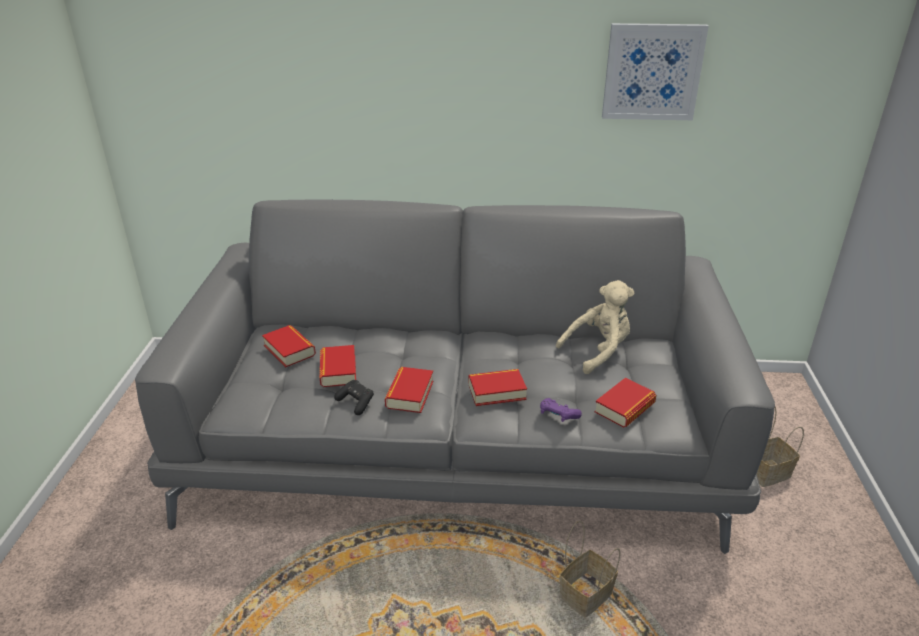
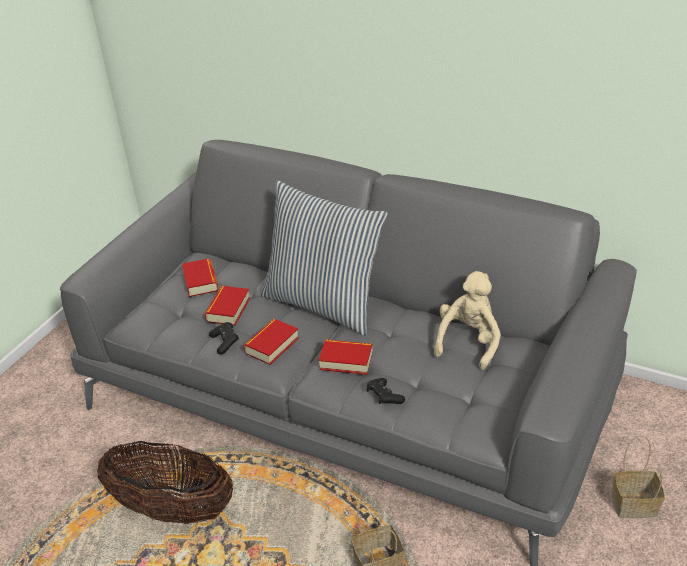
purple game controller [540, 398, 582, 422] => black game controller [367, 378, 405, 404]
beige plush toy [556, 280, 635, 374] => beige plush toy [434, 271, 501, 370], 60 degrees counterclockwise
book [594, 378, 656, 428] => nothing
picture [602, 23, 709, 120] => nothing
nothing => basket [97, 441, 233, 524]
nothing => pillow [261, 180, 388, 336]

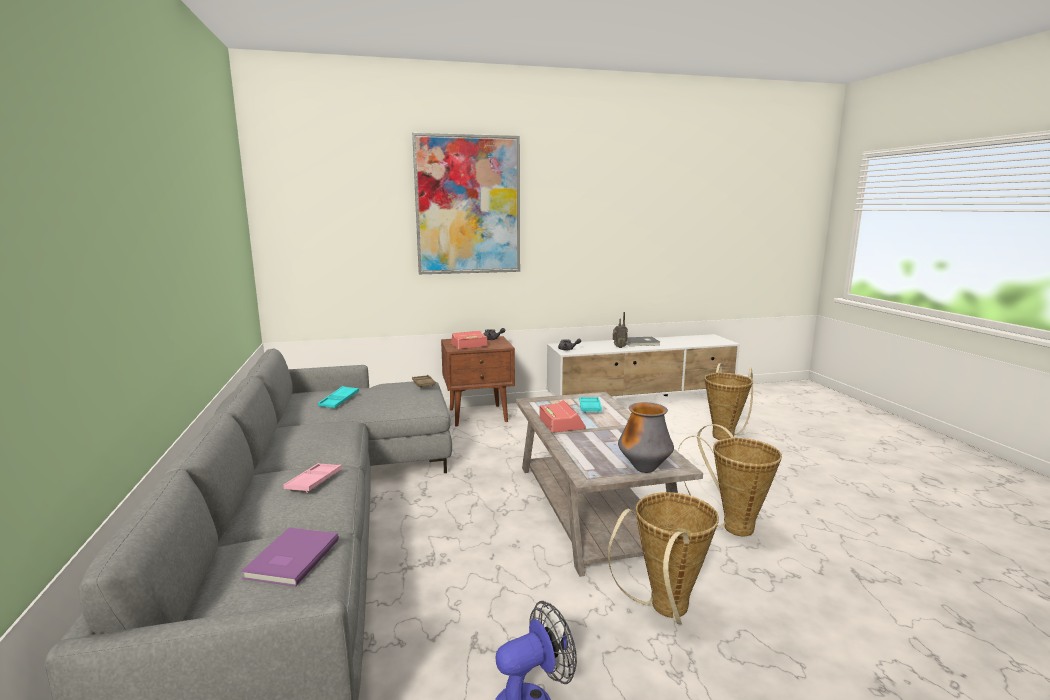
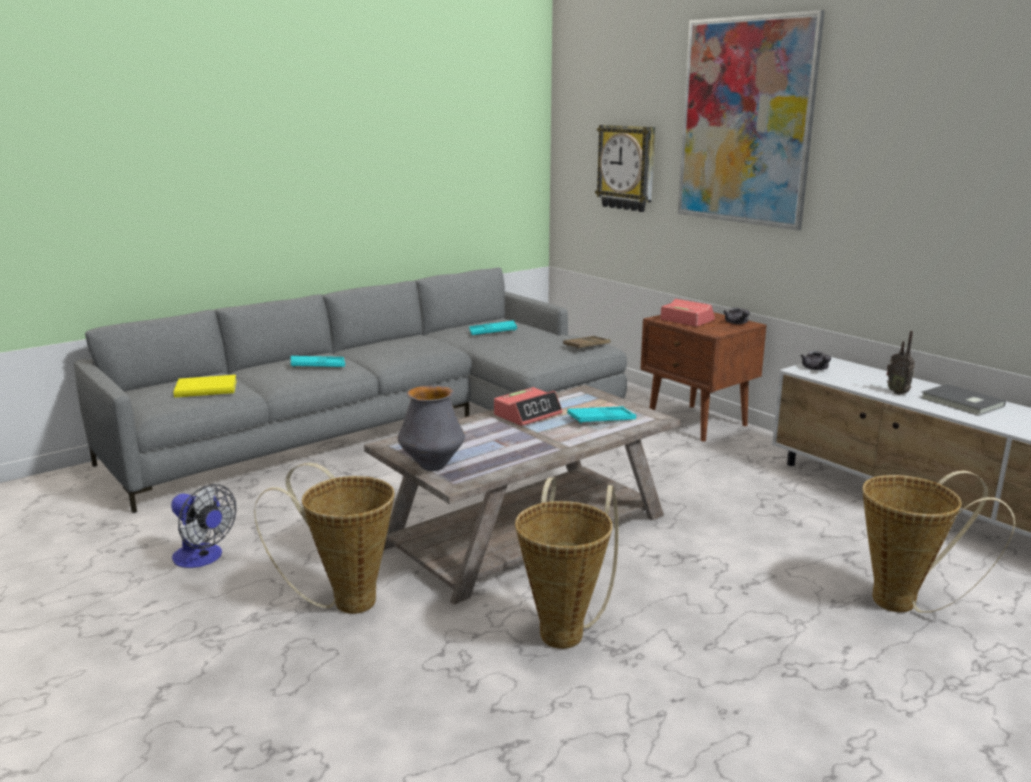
purple book [241, 527, 339, 587] => yellow book [173, 375, 237, 397]
pink tray [283, 463, 342, 493] => turquoise tray [291, 356, 345, 368]
nothing => wall clock [595, 125, 655, 212]

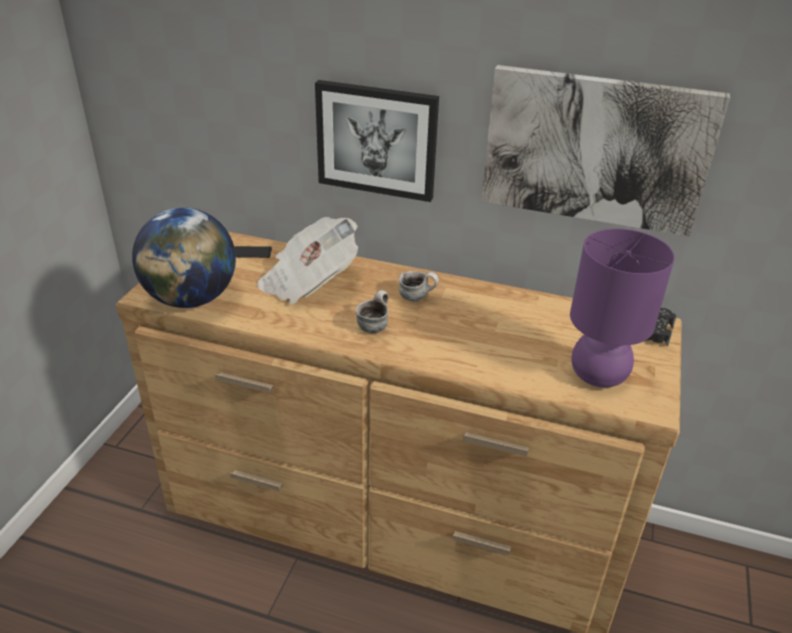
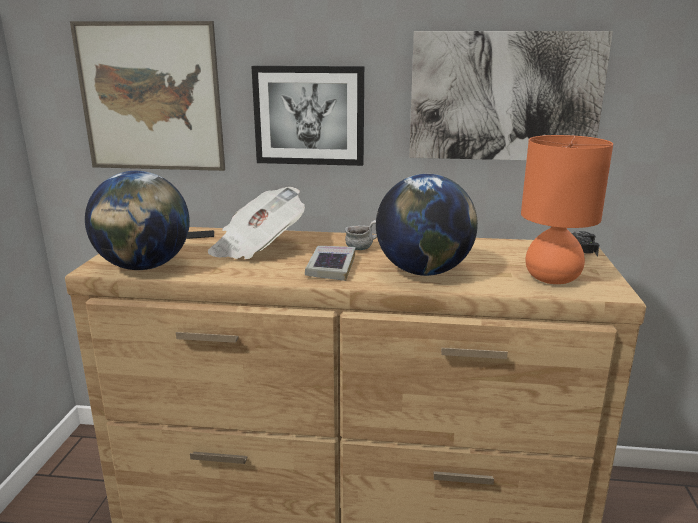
mug [355, 290, 388, 333] => book [305, 246, 356, 281]
purple table lamp [570, 228, 675, 388] => orange table lamp [521, 135, 613, 284]
nothing => picture [70, 21, 225, 171]
nothing => globe [376, 174, 478, 276]

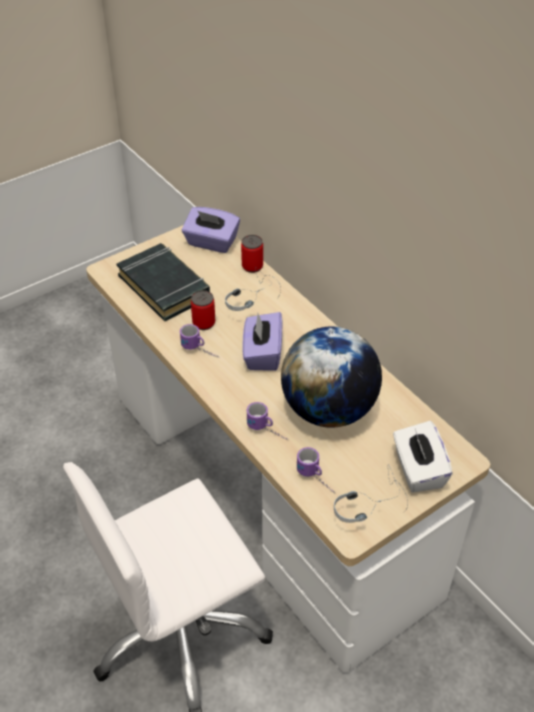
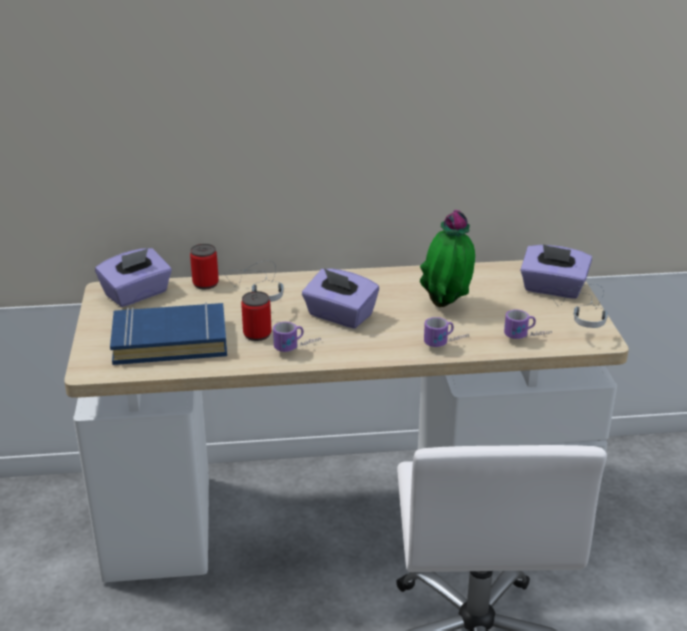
black book [117, 243, 210, 321] => blue book [110, 302, 227, 365]
globe [281, 327, 382, 428] => potted plant [420, 210, 475, 307]
white tissue box [393, 421, 453, 492] => purple tissue box [520, 244, 592, 299]

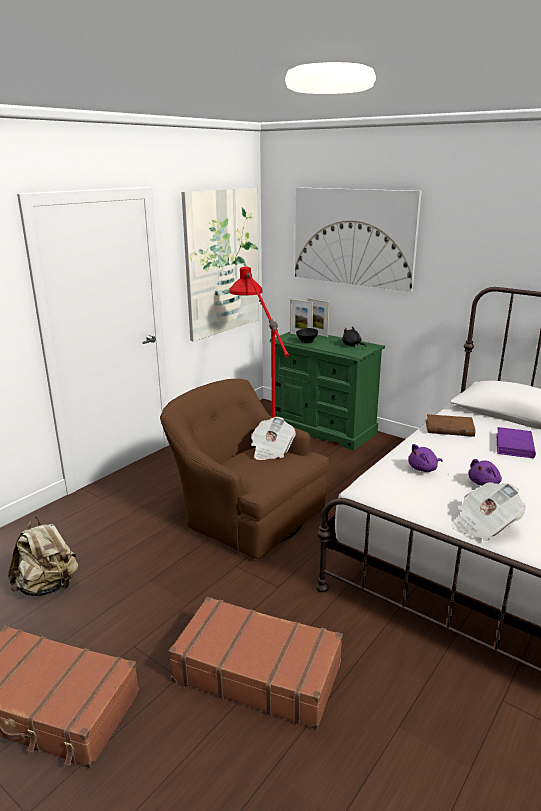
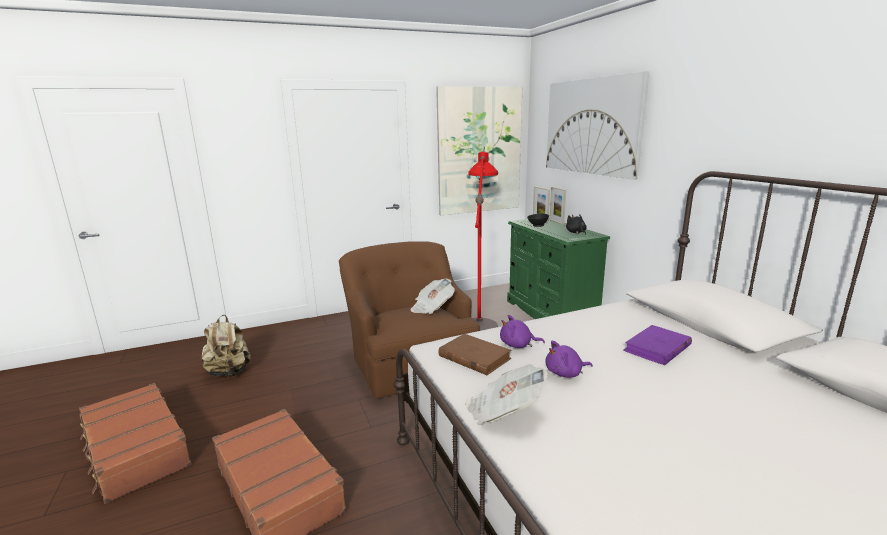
brown book [425, 414, 476, 437] => brown book [438, 334, 511, 375], moved

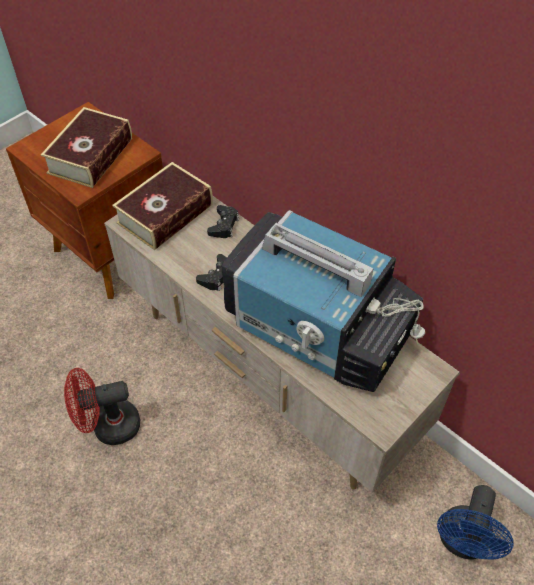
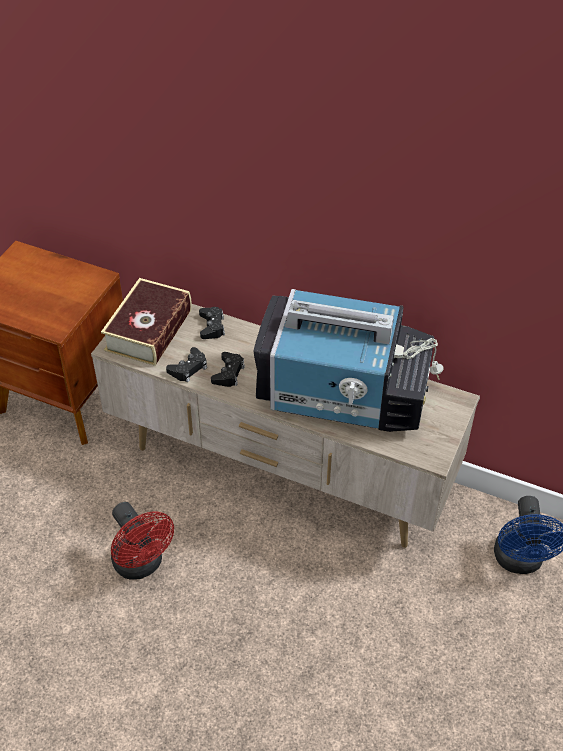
book [41, 107, 132, 188] => nothing
red fan [64, 368, 140, 445] => red fan [111, 502, 174, 580], 90 degrees counterclockwise
nothing => black game controller [166, 347, 207, 382]

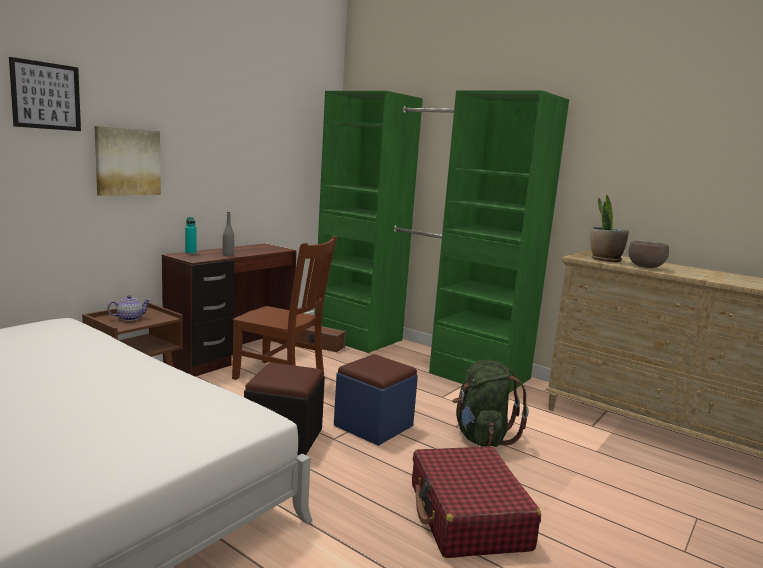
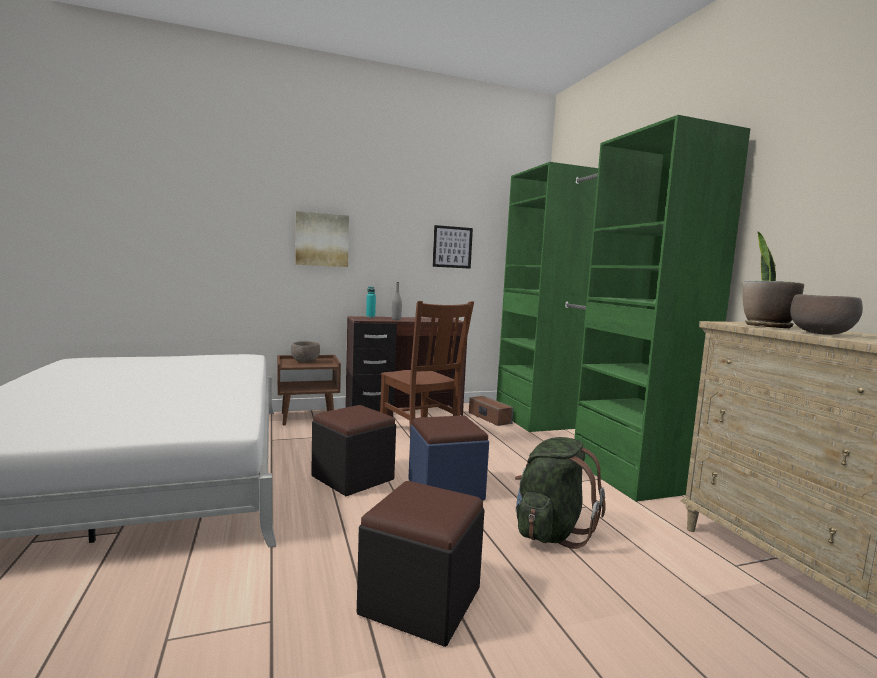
picture [9, 57, 81, 131] => picture [432, 225, 473, 269], moved
teapot [107, 295, 151, 321] => brown bowl [291, 341, 320, 363]
red suitcase [412, 446, 541, 558] => black ottoman [357, 481, 485, 647]

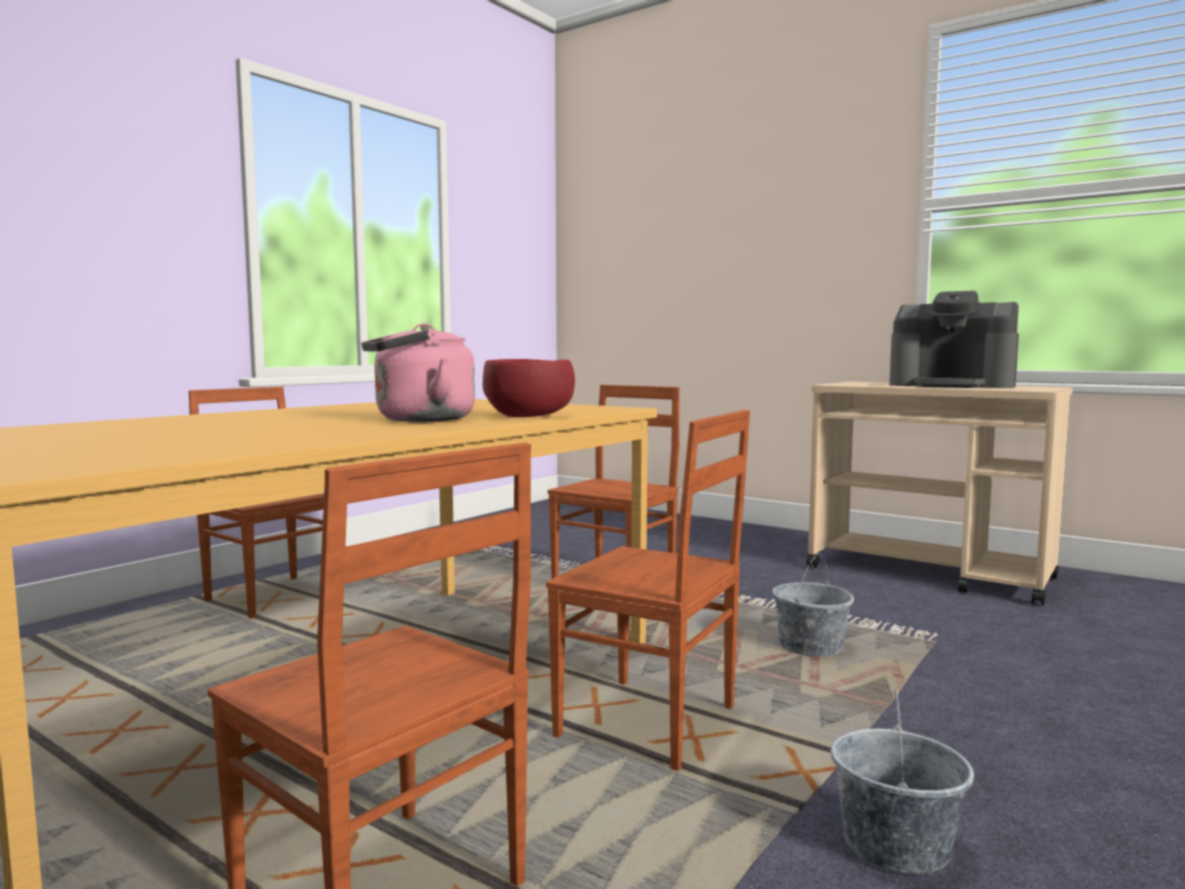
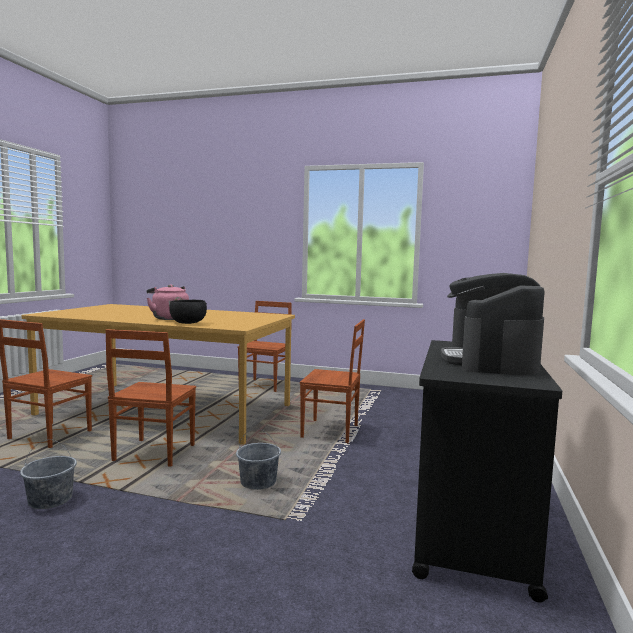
red bowl [483, 359, 575, 417] => black bowl [169, 300, 207, 324]
beige cart [806, 381, 1073, 606] => black cart [412, 340, 562, 602]

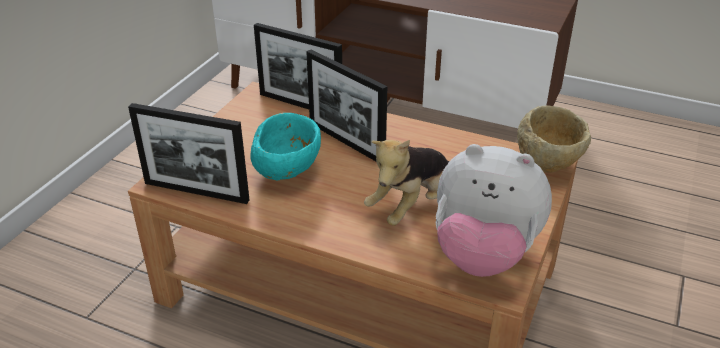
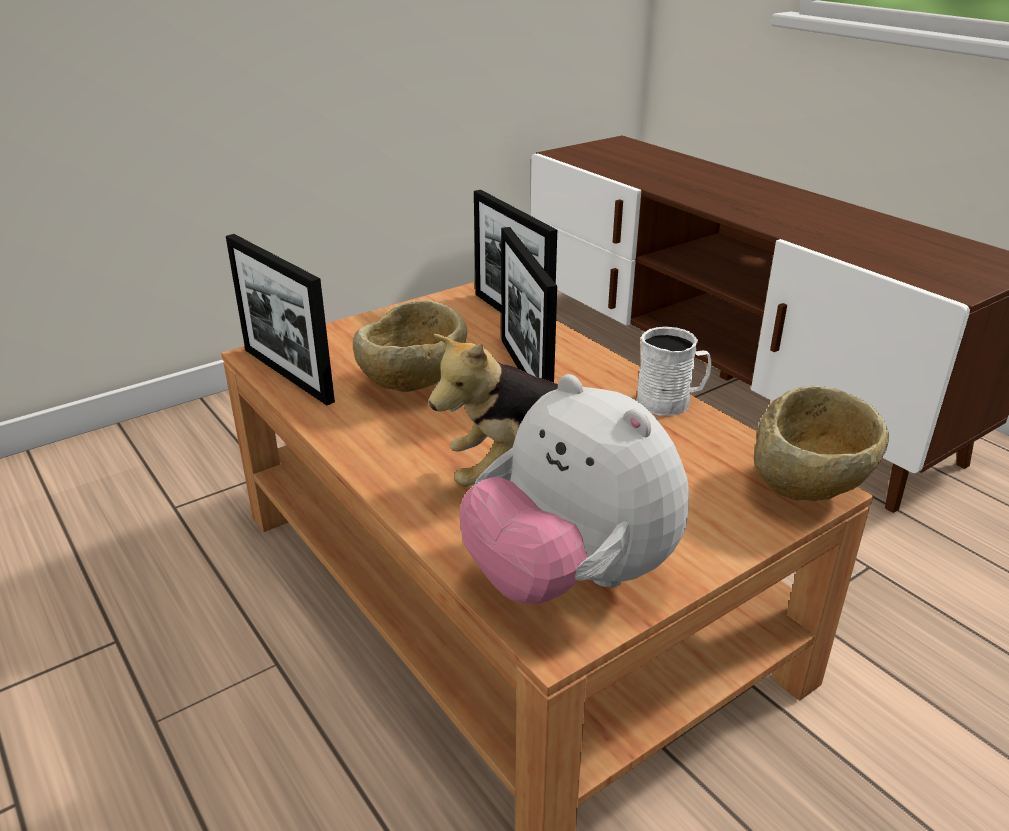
turquoise bowl [250, 113, 321, 181] => beige bowl [353, 300, 467, 392]
nothing => white mug [636, 327, 711, 416]

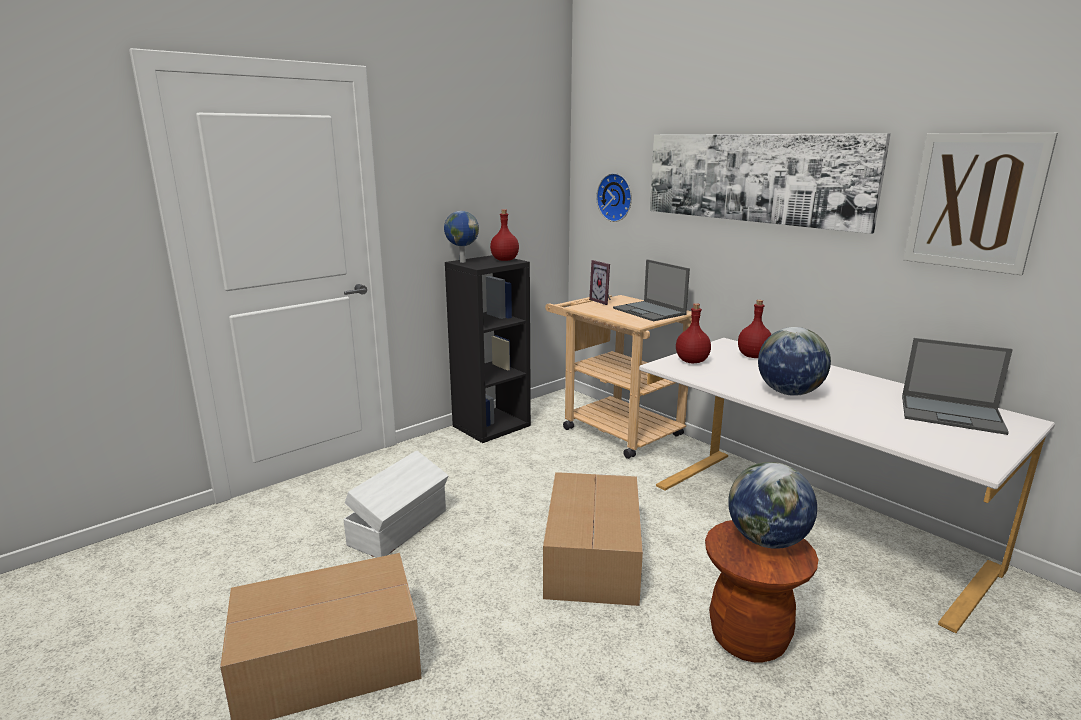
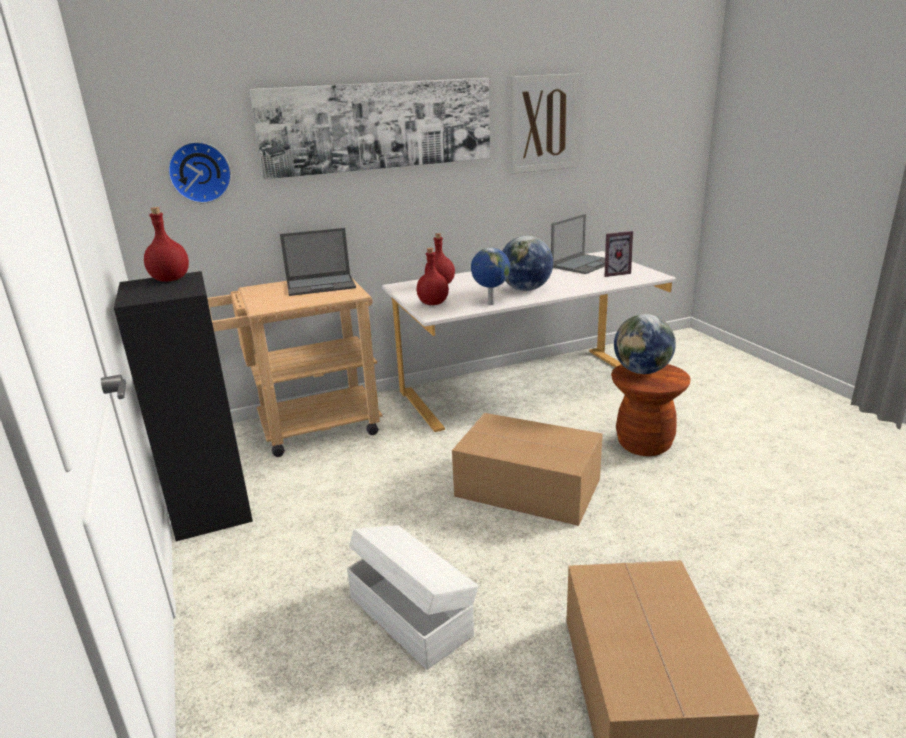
globe [444, 211, 479, 263] => globe [471, 248, 510, 305], moved
picture frame [589, 260, 611, 305] => picture frame [605, 231, 633, 277], moved

